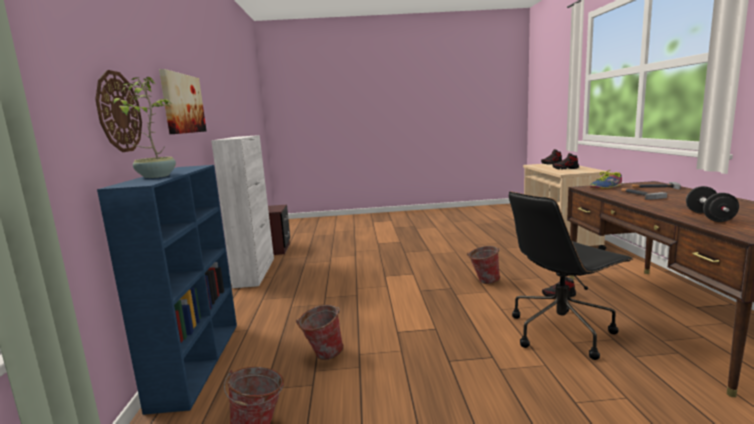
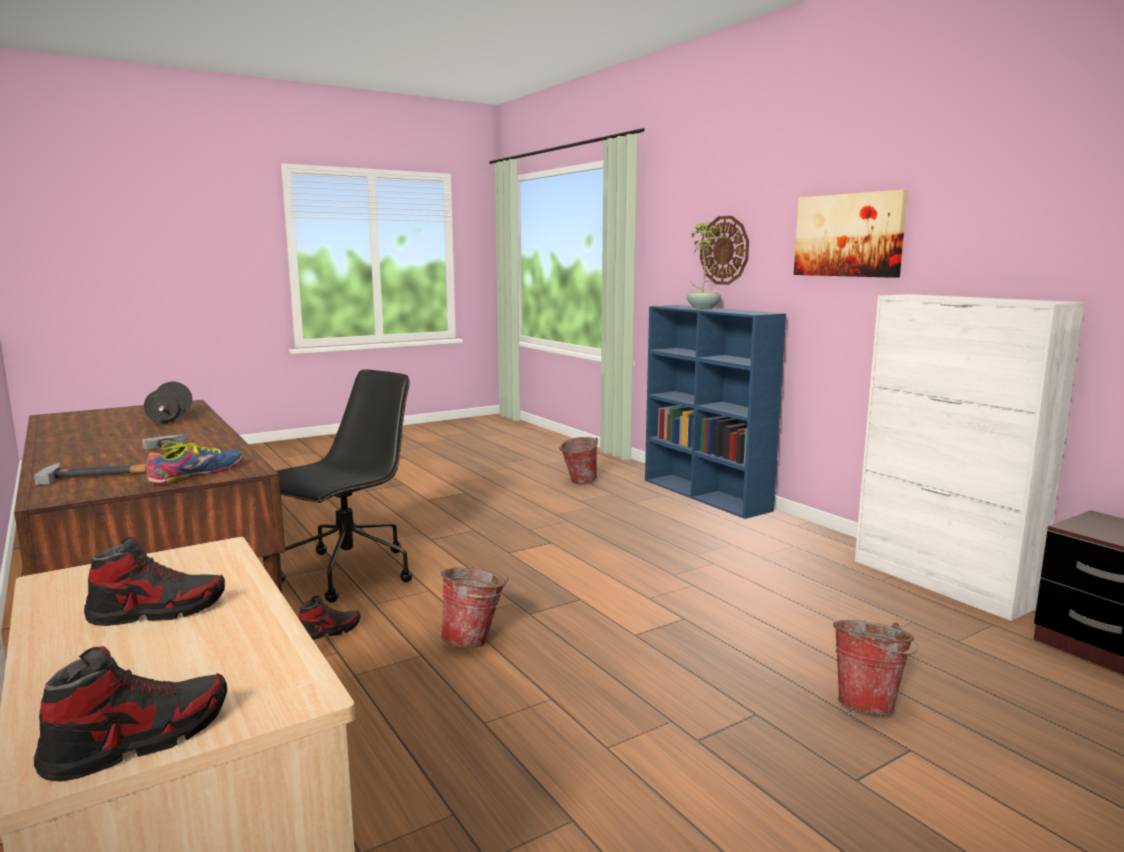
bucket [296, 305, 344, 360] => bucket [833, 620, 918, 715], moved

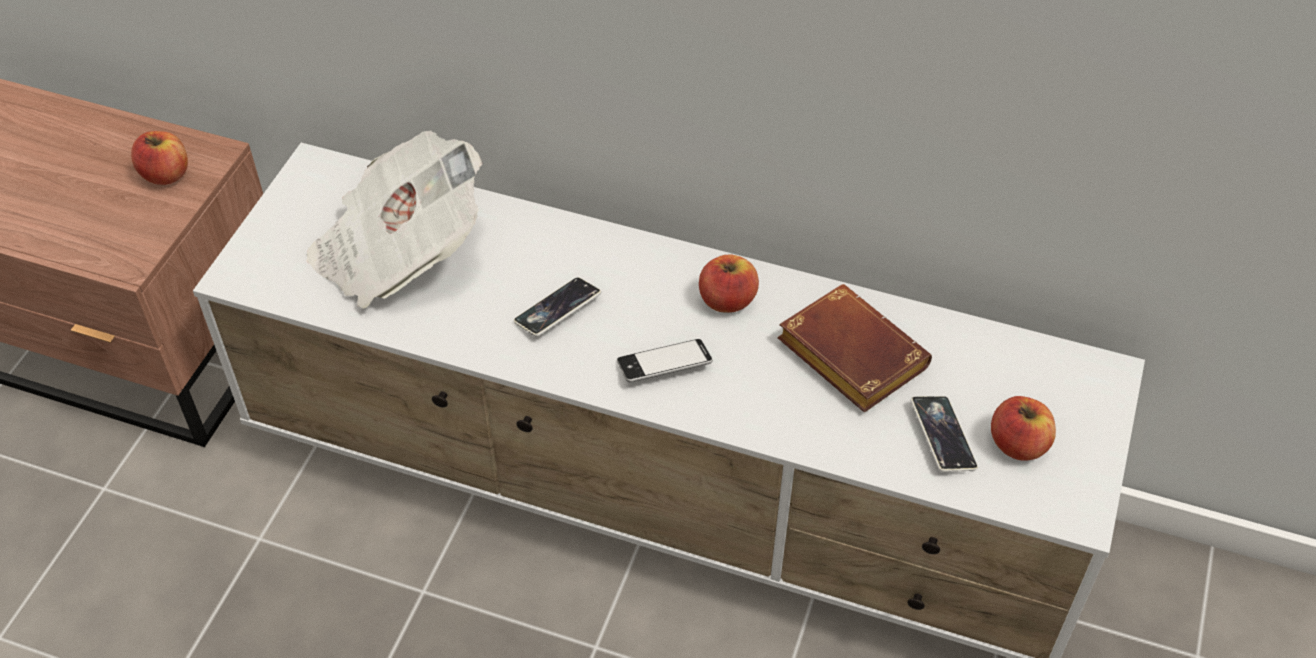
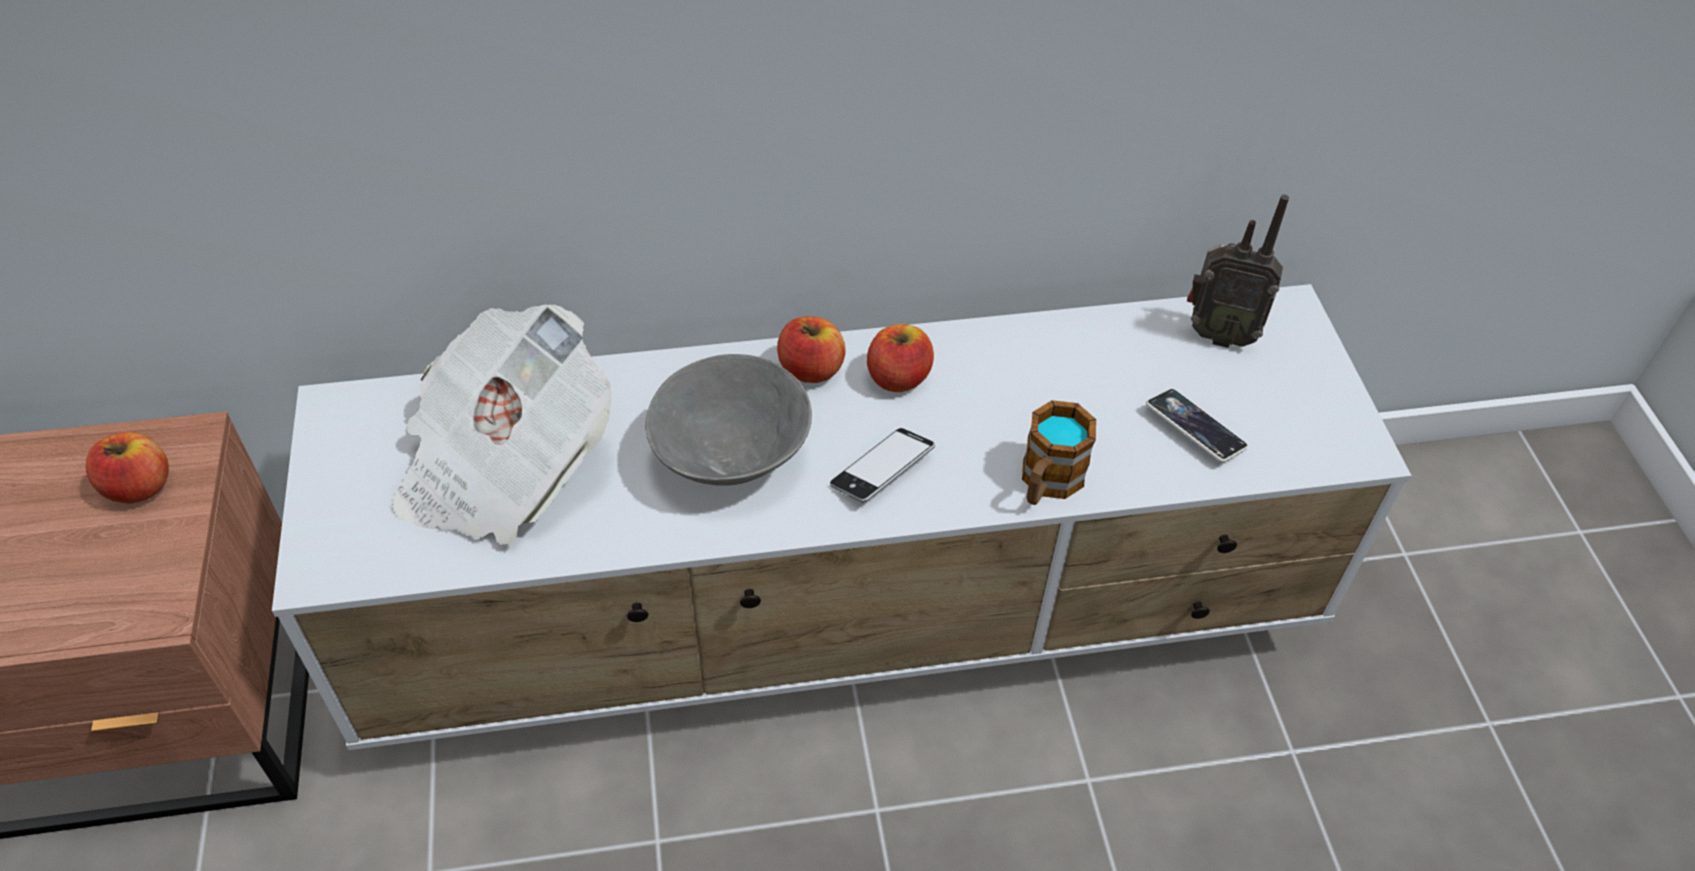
phone [514, 277, 601, 336] => grey bowl [645, 354, 812, 486]
brown book [777, 284, 932, 413] => nothing
apple [991, 396, 1056, 461] => apple [777, 317, 846, 383], moved
nothing => mug [1022, 400, 1096, 505]
nothing => radio [1187, 195, 1289, 348]

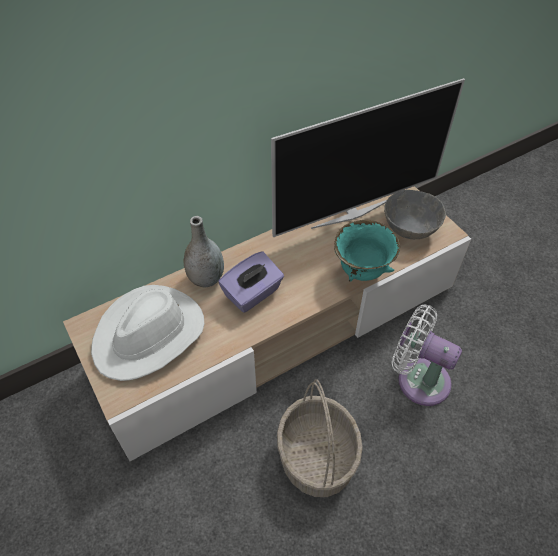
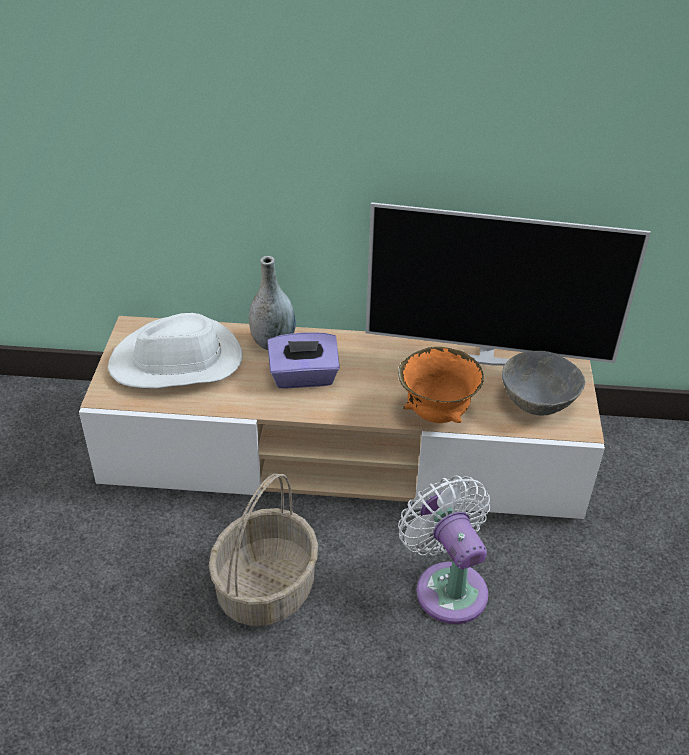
turquoise bowl [334, 220, 400, 282] => orange bowl [398, 347, 484, 423]

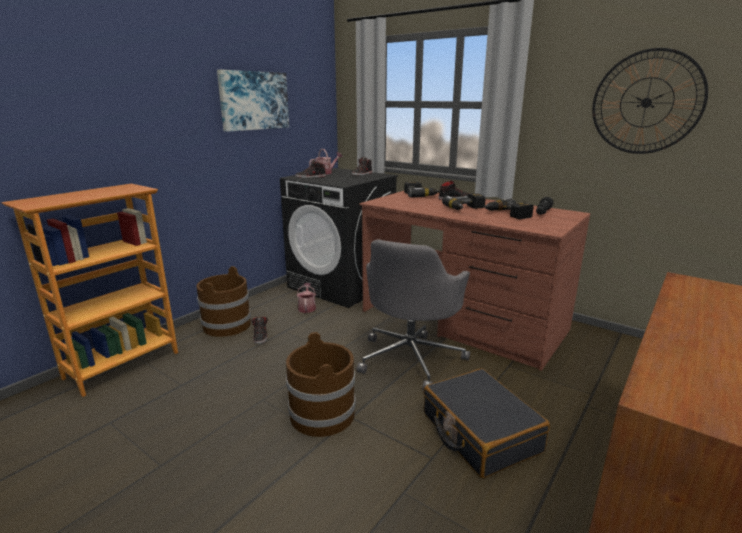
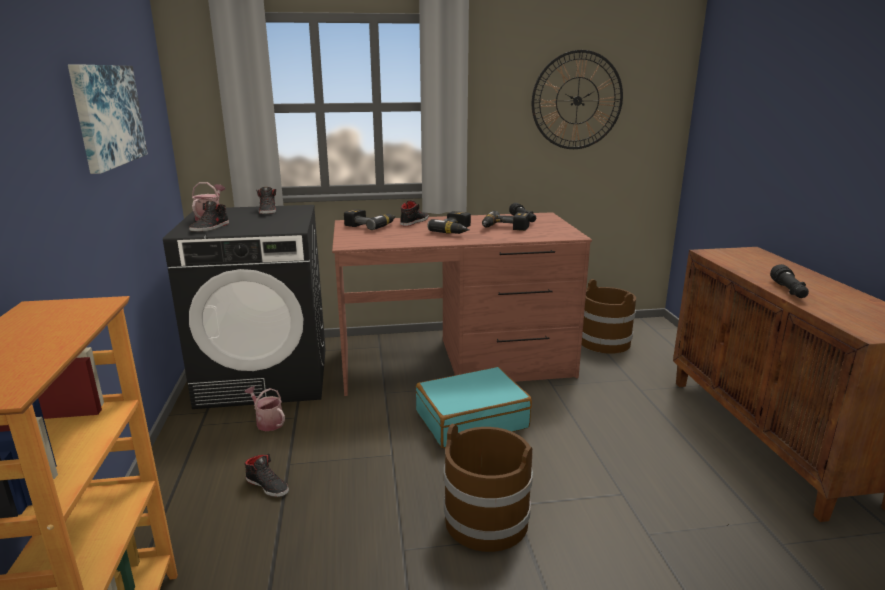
brown bucket [197, 266, 251, 337] => brown bucket [582, 279, 636, 354], moved
grey office chair [357, 239, 470, 390] => turquoise suitcase [416, 367, 532, 448]
black suitcase [424, 368, 550, 478] => nothing
nothing => black flashlight [770, 264, 809, 298]

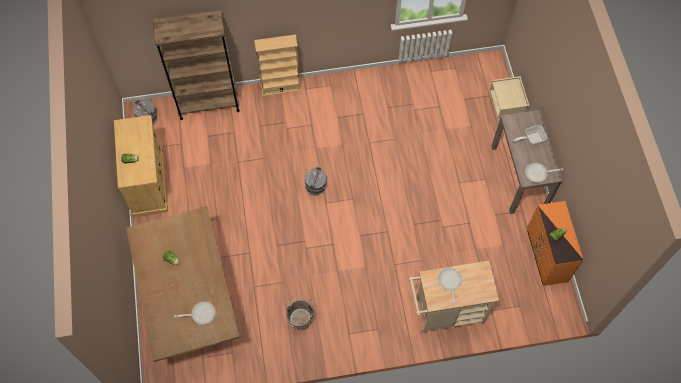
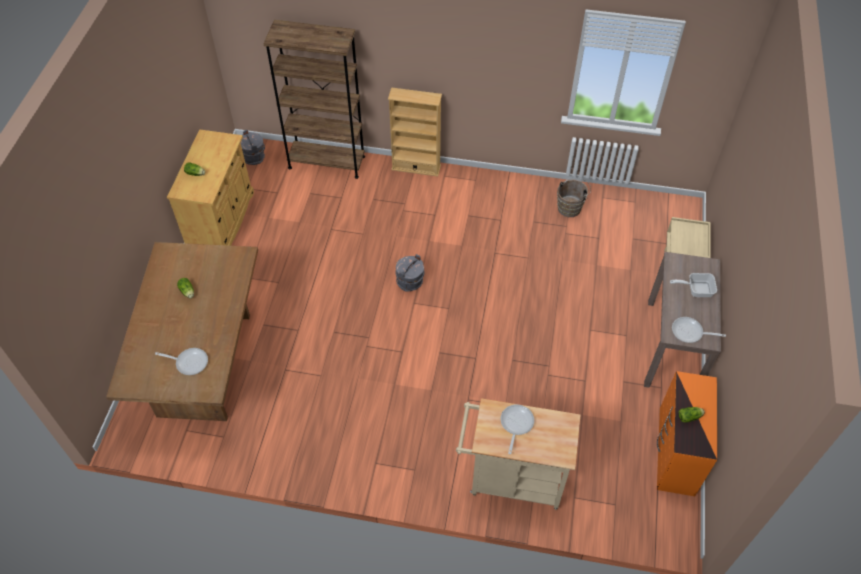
brown bucket [286, 297, 315, 330] => brown bucket [557, 177, 591, 217], moved

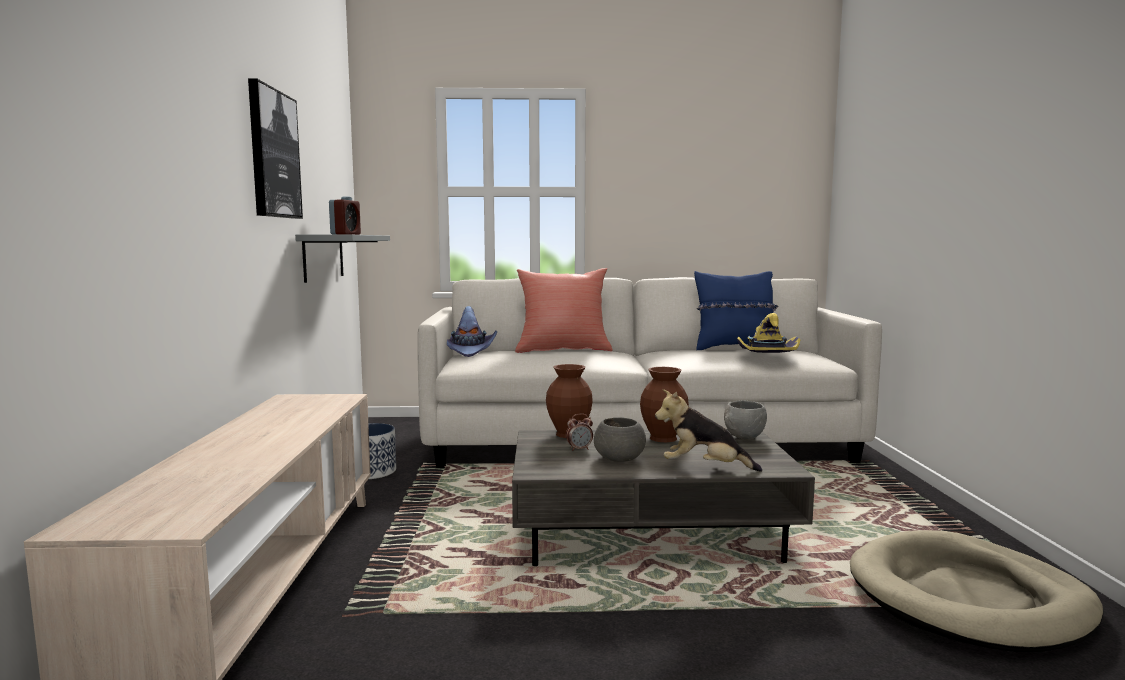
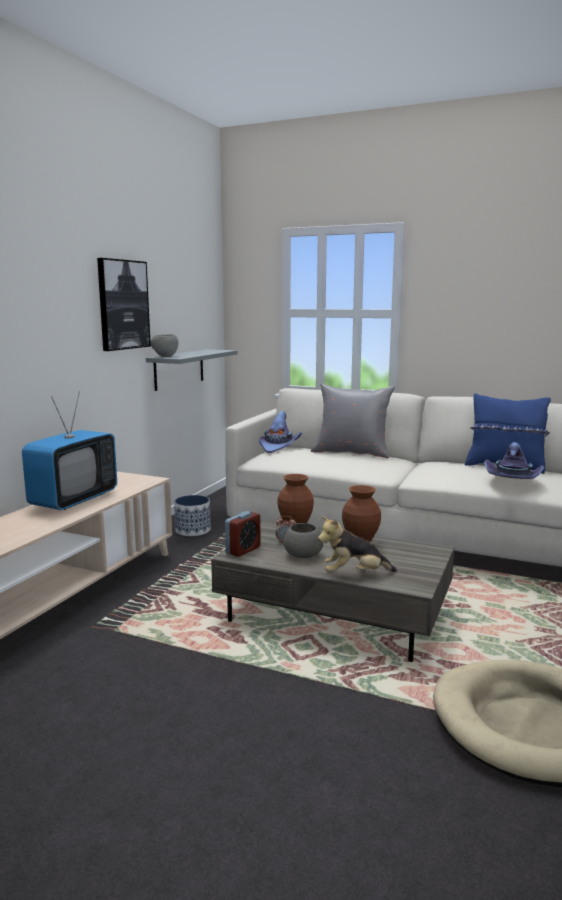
alarm clock [329, 196, 361, 235] => alarm clock [225, 511, 260, 557], moved
red pillow [515, 268, 613, 353] => grey pillow [311, 384, 395, 458]
plush toy [655, 389, 762, 472] => plush toy [318, 516, 397, 572], 45 degrees counterclockwise
grey bowl [724, 400, 767, 440] => grey bowl [150, 334, 178, 357], moved
yellow hat [737, 313, 800, 353] => purple hat [484, 442, 544, 479]
nothing => television [22, 391, 117, 510]

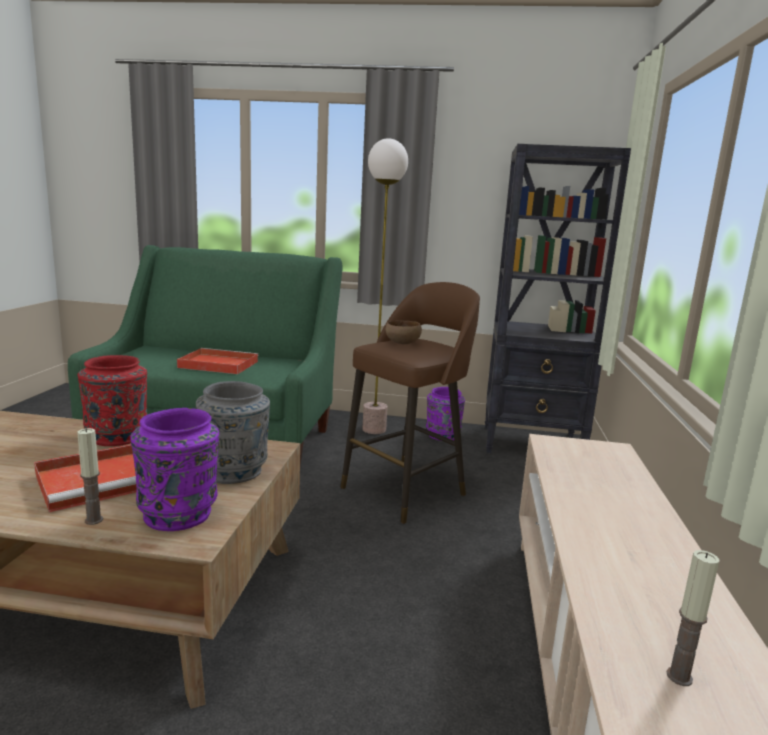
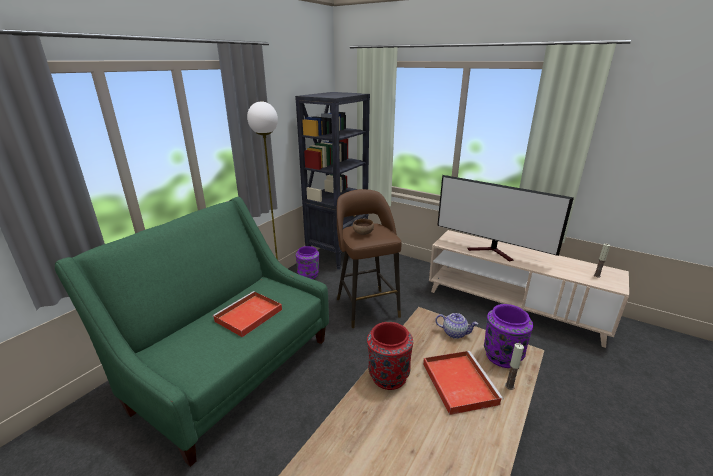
grey vase [196, 381, 270, 484] => teapot [435, 313, 478, 339]
nothing => television [437, 175, 574, 262]

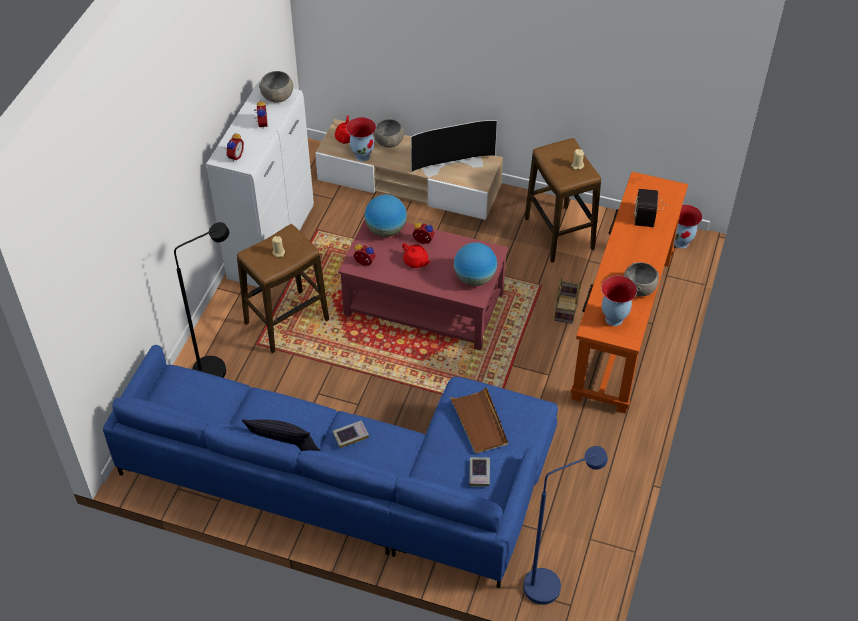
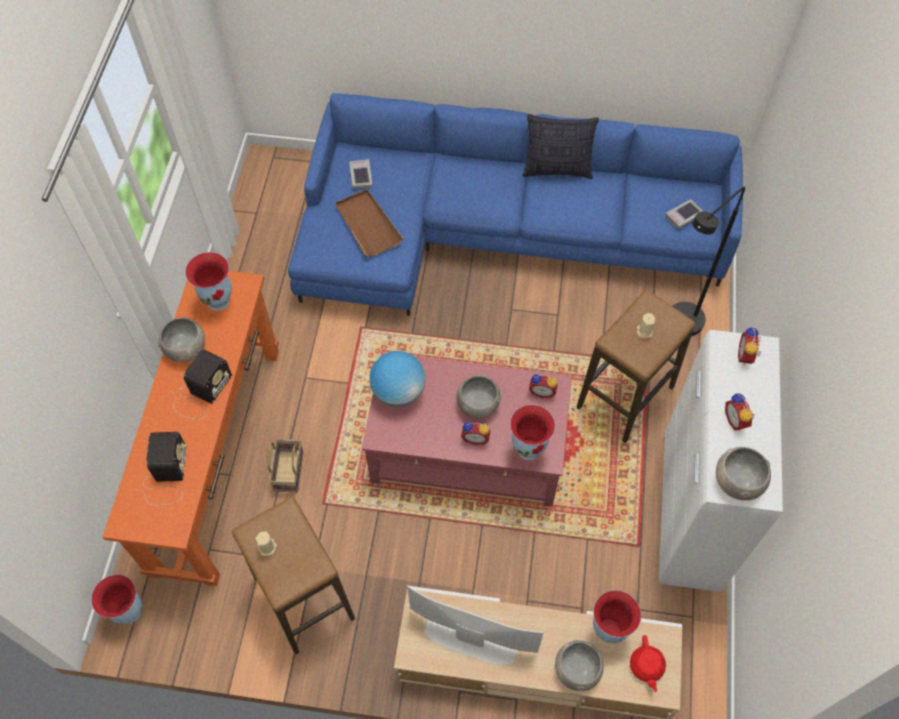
book [333, 421, 369, 448] => book [665, 199, 703, 229], moved
globe [365, 194, 407, 237] => vase [510, 405, 555, 460]
red teapot [402, 243, 431, 268] => grey bowl [456, 375, 501, 419]
television [411, 120, 497, 178] => television [407, 586, 544, 664], 45 degrees clockwise
blue floor lamp [523, 446, 608, 605] => nothing
nothing => radio [170, 350, 232, 419]

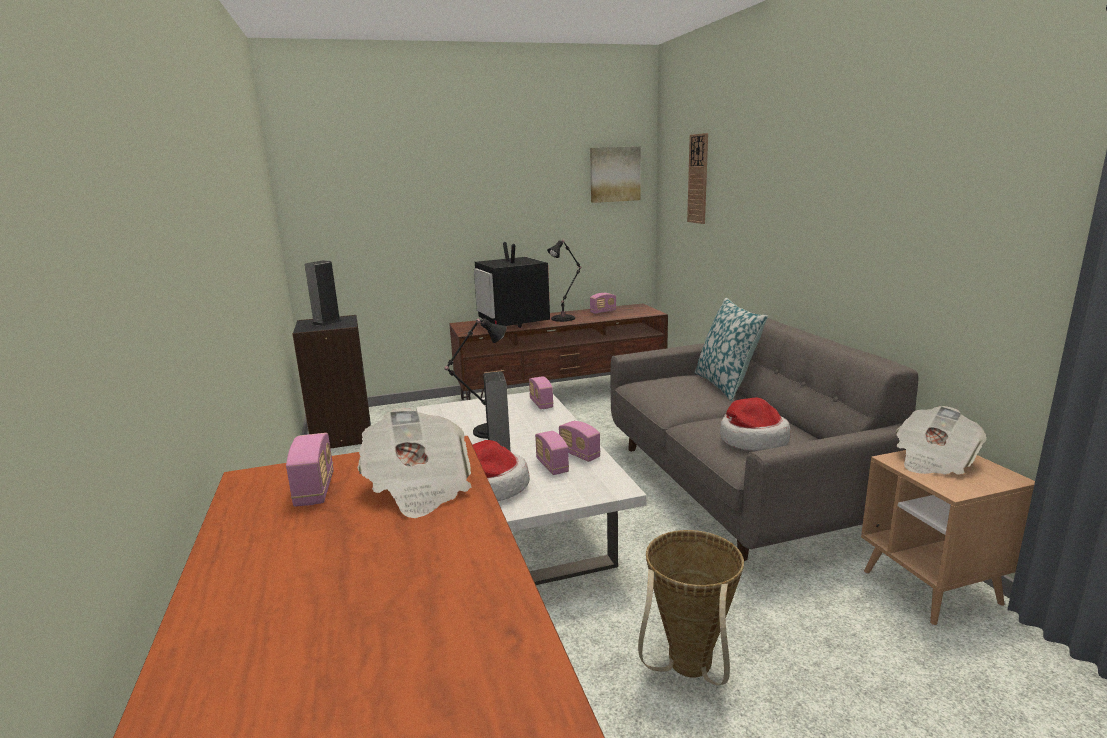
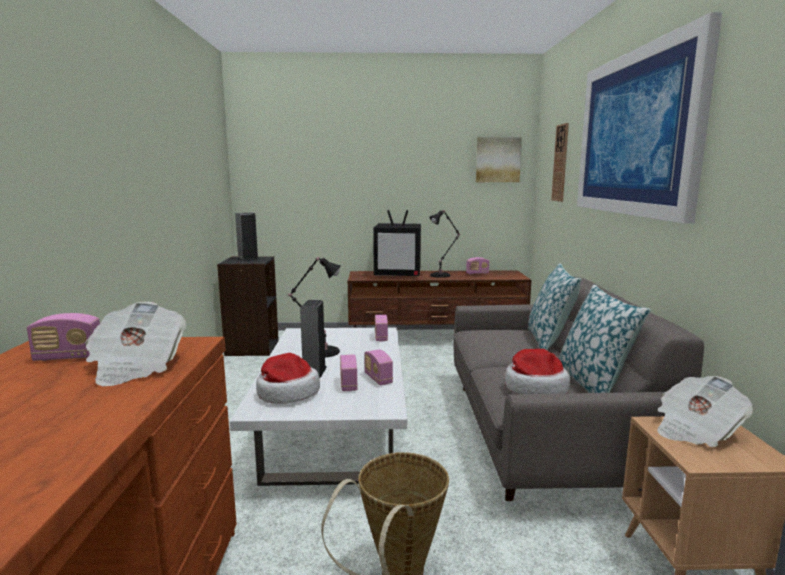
radio [286, 433, 334, 507] => radio [27, 313, 100, 361], 75 degrees clockwise
television [474, 242, 550, 328] => television [373, 210, 421, 276], 75 degrees counterclockwise
nothing => pillow [559, 285, 651, 393]
nothing => picture [577, 12, 722, 224]

